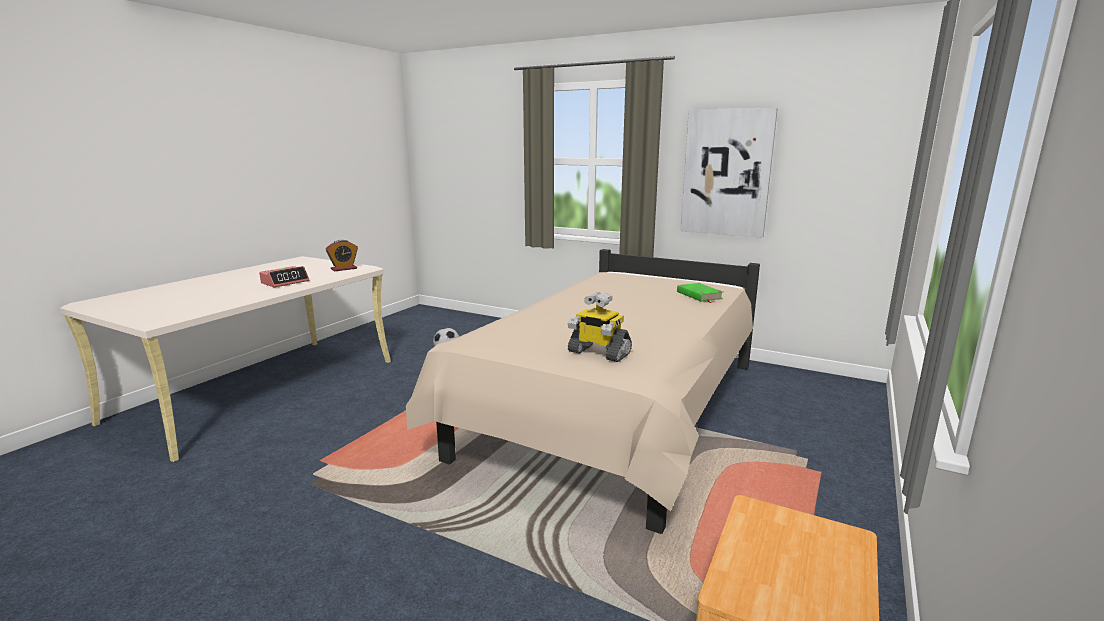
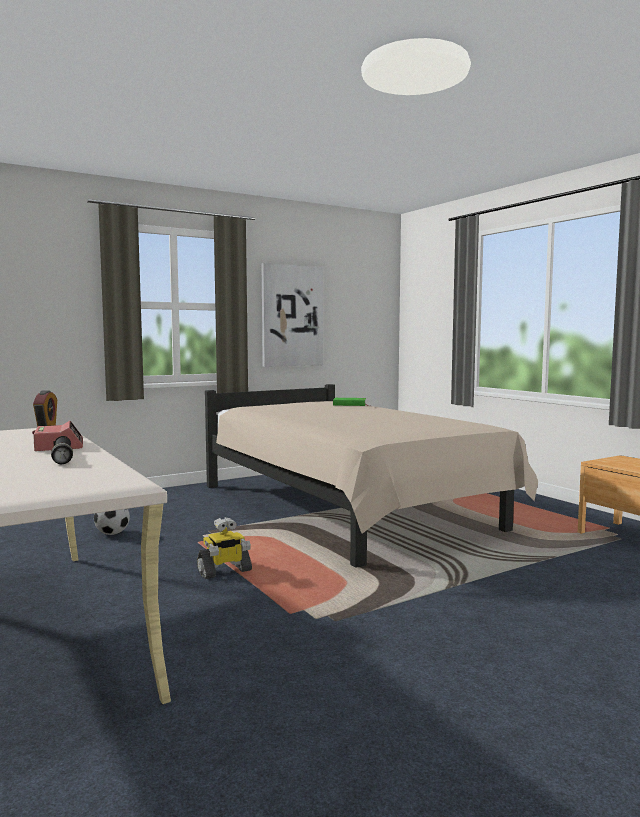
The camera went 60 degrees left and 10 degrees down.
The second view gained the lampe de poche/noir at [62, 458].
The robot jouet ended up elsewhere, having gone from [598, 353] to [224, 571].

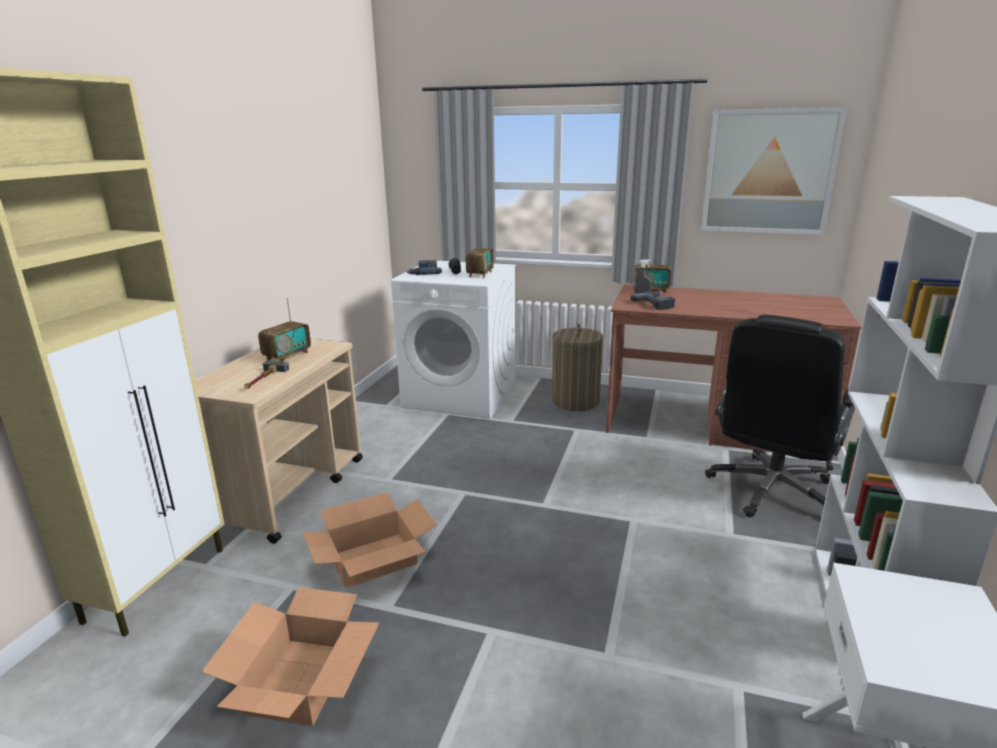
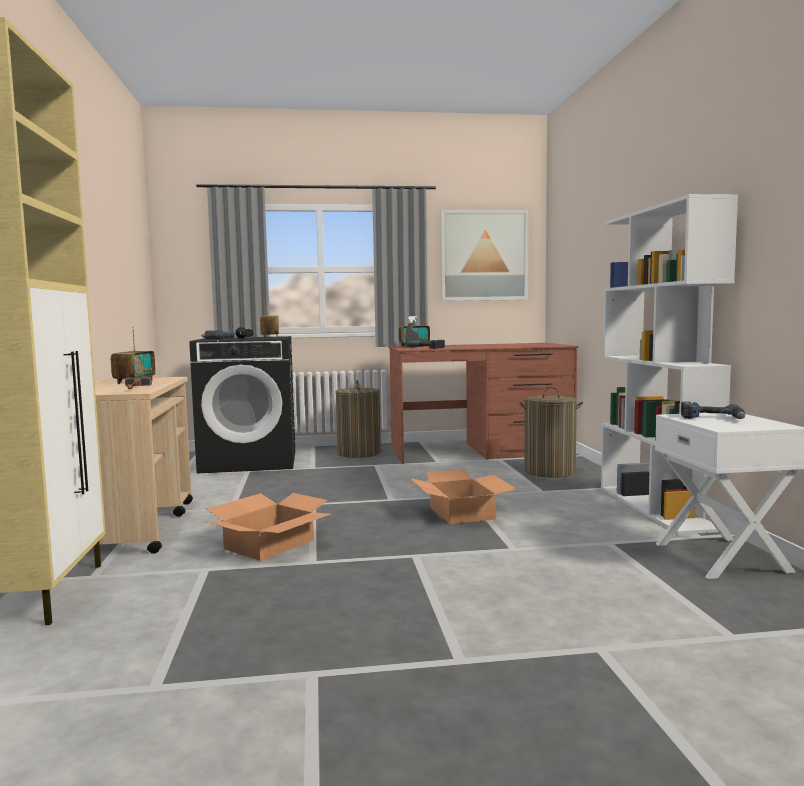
The camera went 25 degrees left and 15 degrees down.
The second view gained the perceuse at [712, 418].
The carton ended up elsewhere, having gone from [300, 680] to [462, 512].
Where the chaise de bureau/noir stood at [771, 491], the panier à linge came to stand at [549, 471].
What was the lave-linge/blanc at [461, 395] turned into the lave-linge/noir at [250, 461].

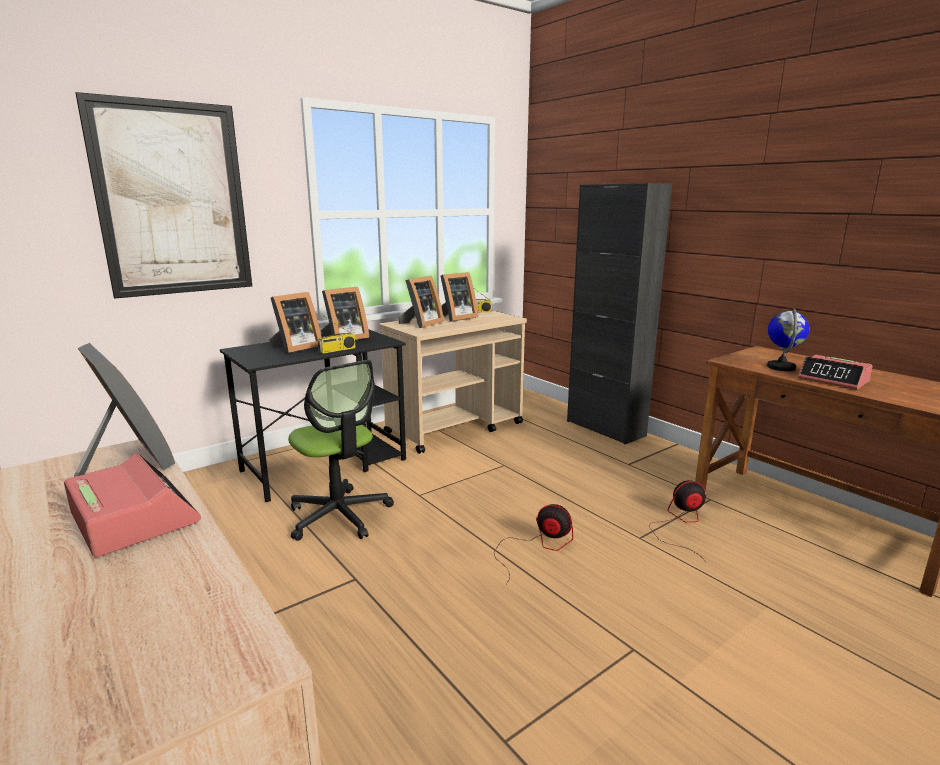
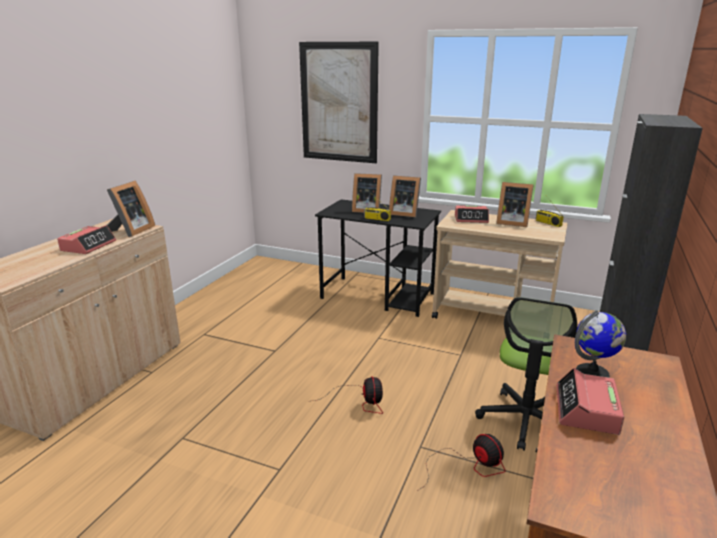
The camera went 60 degrees right and 5 degrees up.
The chaise de bureau ended up elsewhere, having gone from [339, 515] to [525, 420].
Where the cadre photo stood at [421, 324], the réveil came to stand at [471, 219].

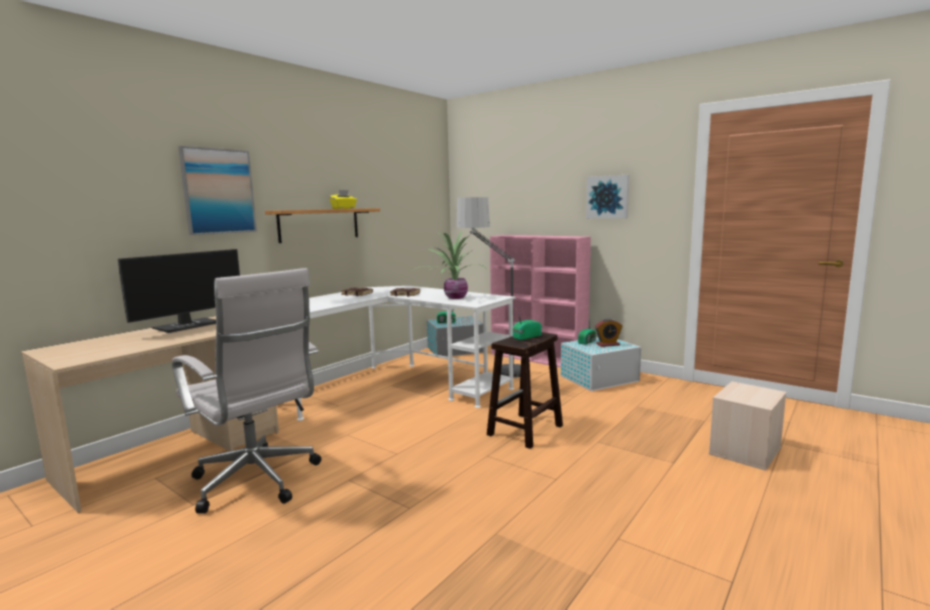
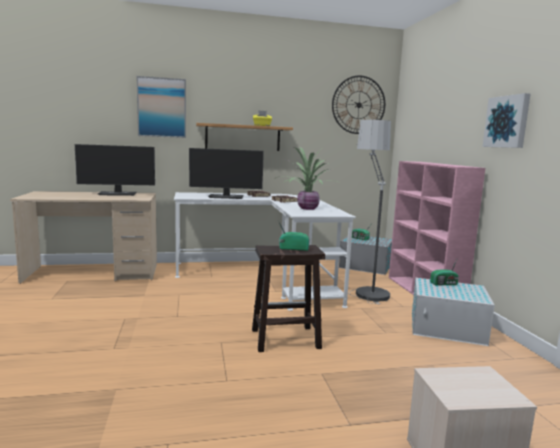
The camera went 40 degrees right and 0 degrees up.
The second view lost the chaise de bureau/blanc at [258, 482].
The second view lost the réveil at [608, 344].
The second view gained the écran d'ordinateur at [227, 197].
The second view gained the horloge murale at [358, 105].

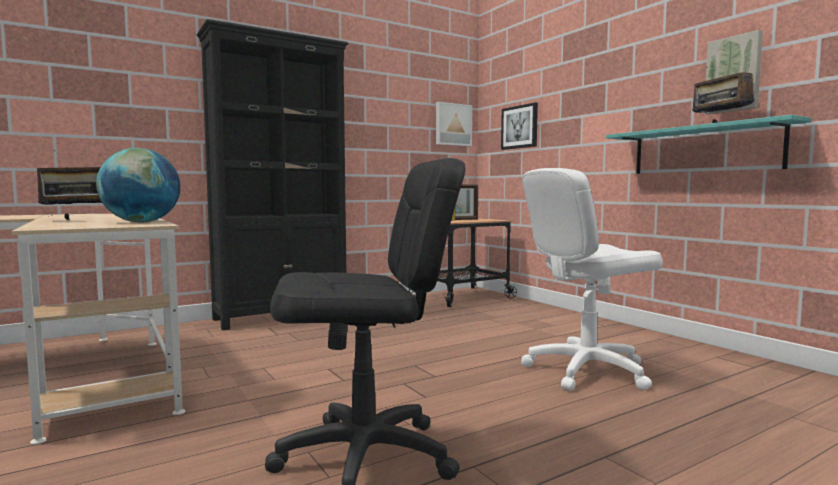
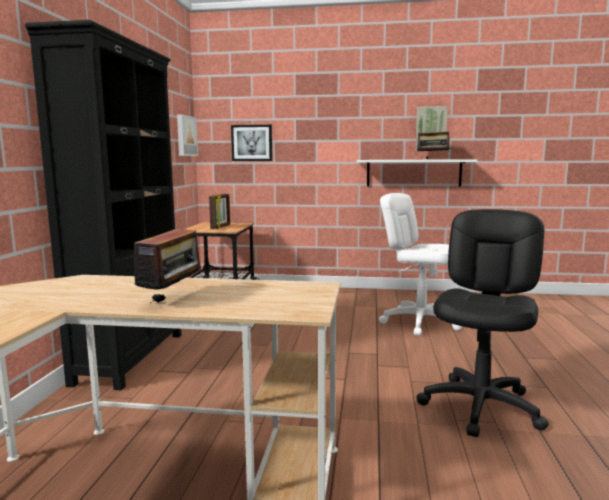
The camera went 50 degrees left and 5 degrees up.
The second view lost the globe at [141, 222].
What was the étagère/turquoise at [704, 150] turned into the étagère/blanc at [413, 173].
The chaise de bureau/blanc at [586, 371] ended up facing another way, 105 degrees clockwise from before.

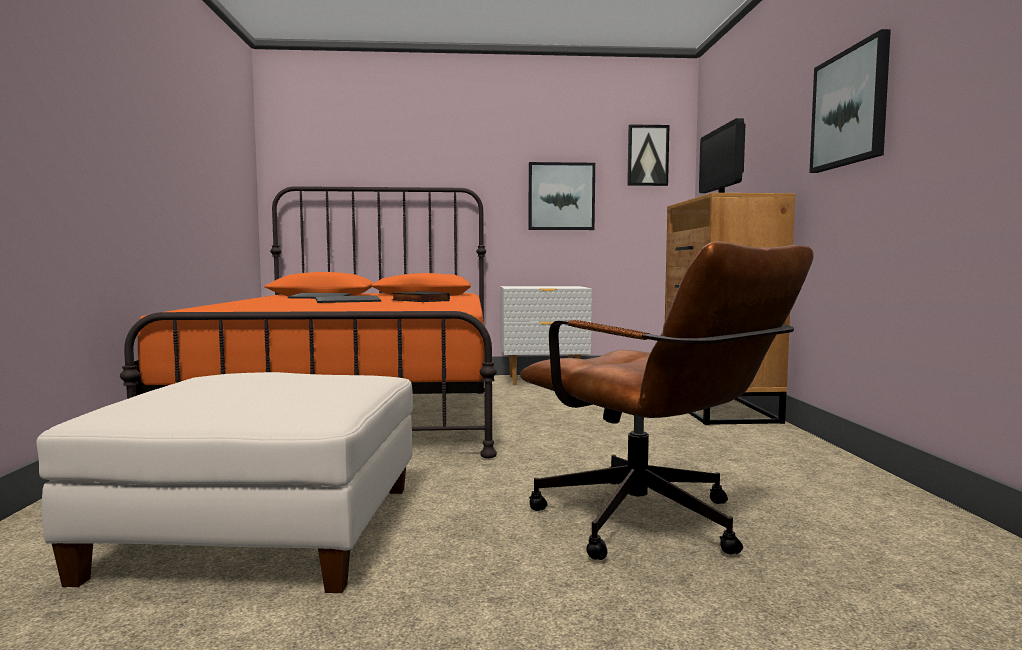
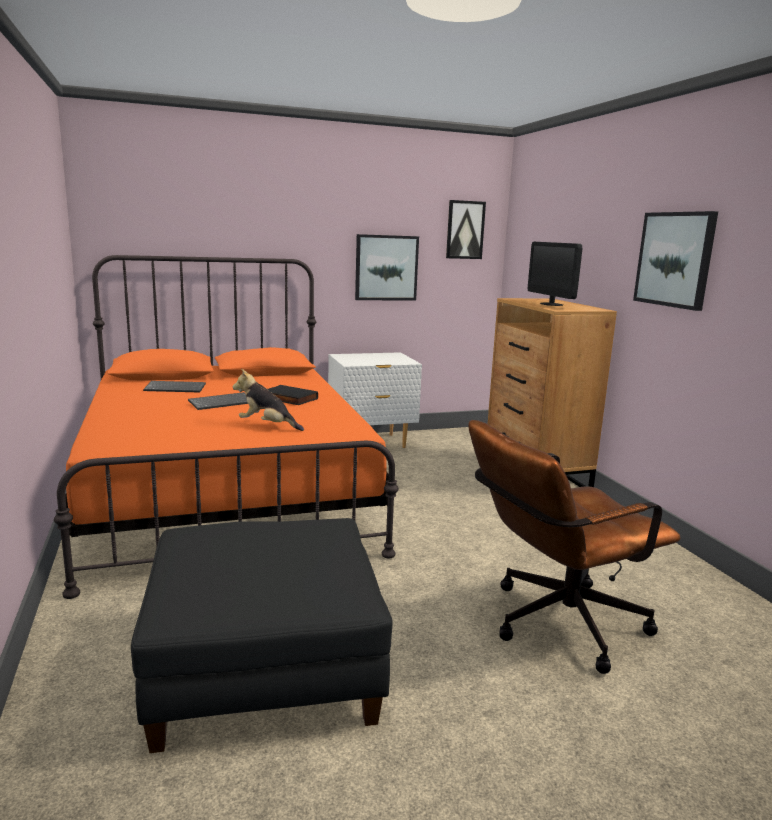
The camera went 15 degrees left and 10 degrees up.
The second view gained the peluche at [267, 426].
What was the pouf/blanc at [265, 529] turned into the pouf/noir at [265, 665].
The chaise de bureau/marron at [654, 526] ended up facing another way, 120 degrees clockwise from before.

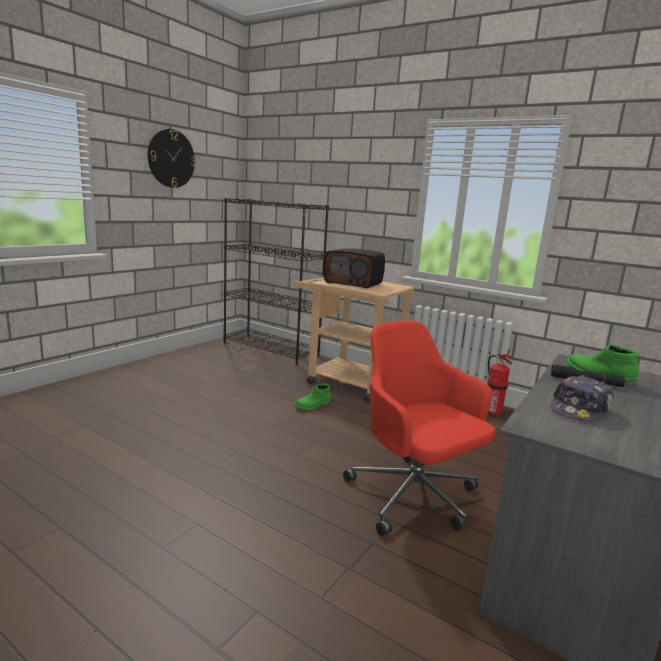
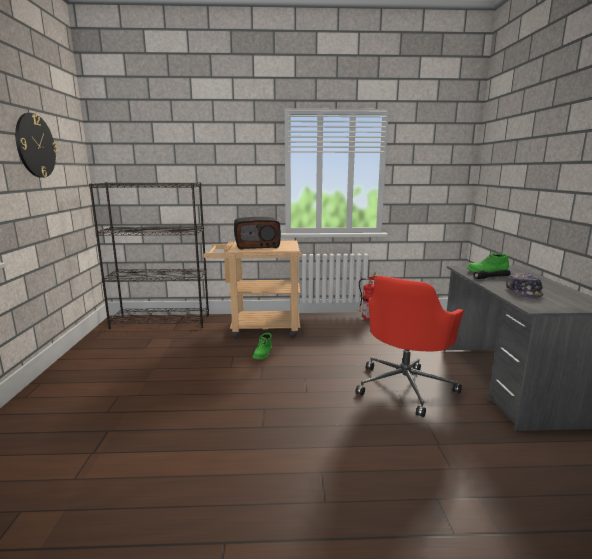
The camera went 35 degrees left and 0 degrees up.
The chaise de bureau/rouge at [414, 497] ended up facing another way, 75 degrees counterclockwise from before.

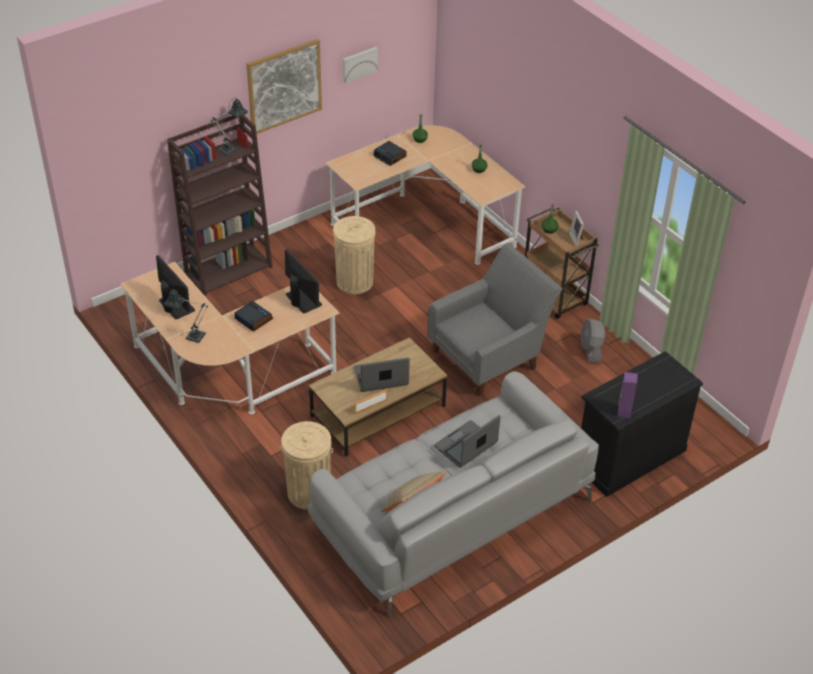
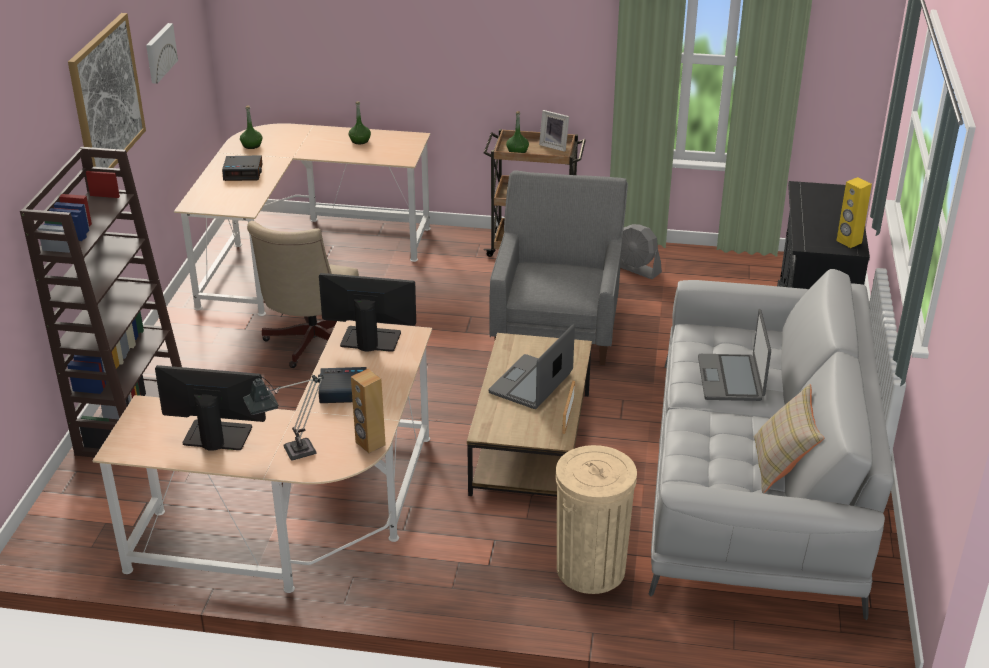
The camera went 45 degrees left and 10 degrees down.
The second view lost the lampe de table at [230, 148].
The second view gained the enceinte/marron at [370, 444].
Where the poubelle/beige stood at [354, 282], the chaise de bureau/beige came to stand at [310, 345].
What was the enceinte/violet at [623, 412] turned into the enceinte/jaune at [848, 242].

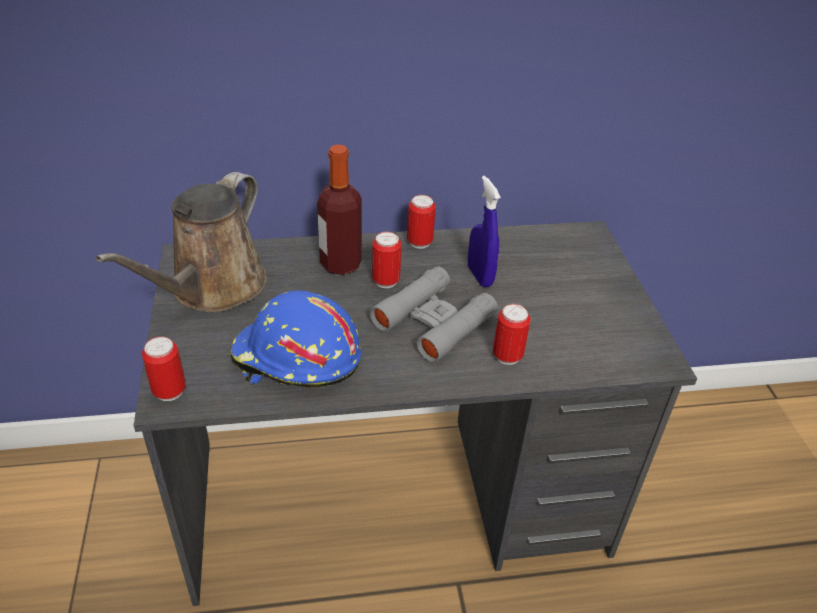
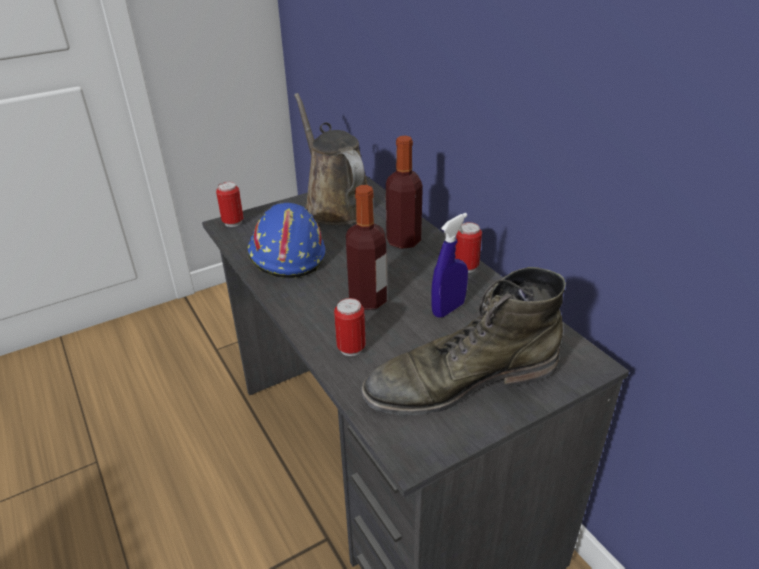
The camera went 70 degrees right and 5 degrees down.
The second view lost the boîte métallique at [386, 281].
The second view gained the botte/vert at [460, 380].
Where the jumelles/gris stood at [433, 321], the bouteille came to stand at [367, 300].
The arrosoir/marron at [213, 289] ended up facing another way, 60 degrees clockwise from before.

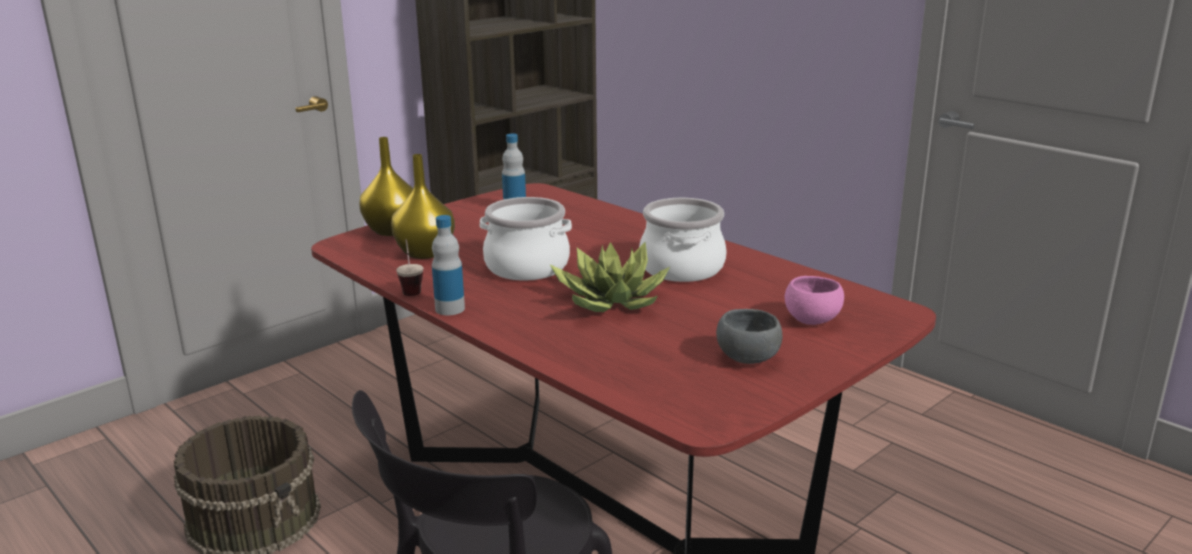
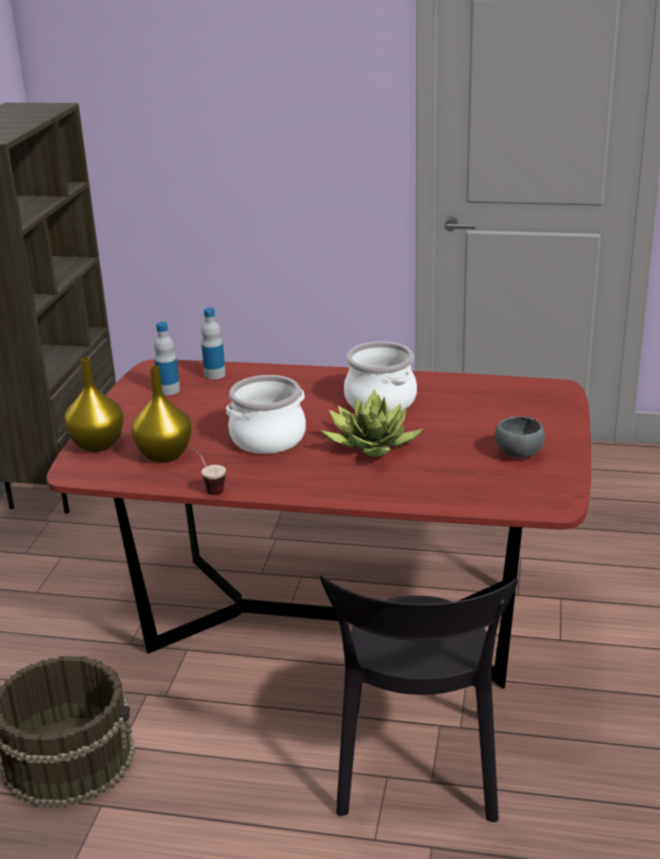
The camera went 35 degrees left and 5 degrees up.
The second view lost the bol/rose at [812, 320].
The bouteille ended up elsewhere, having gone from [450, 309] to [214, 375].

